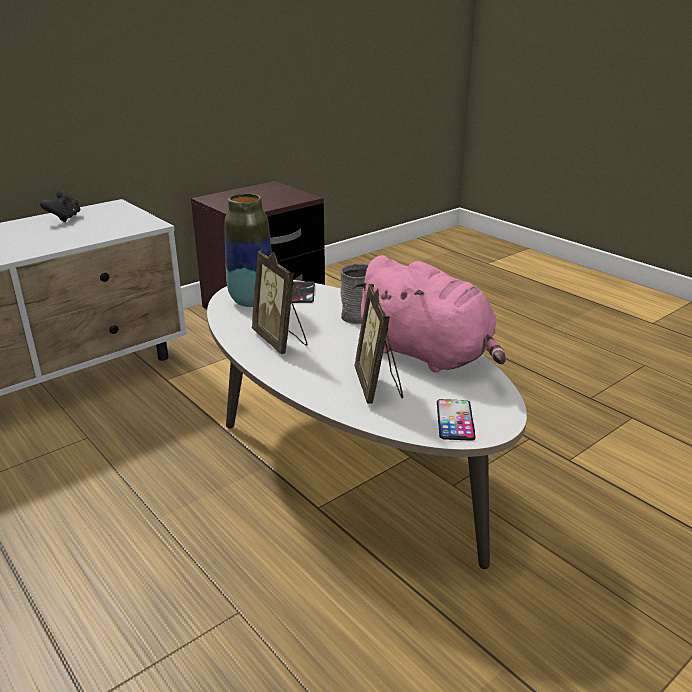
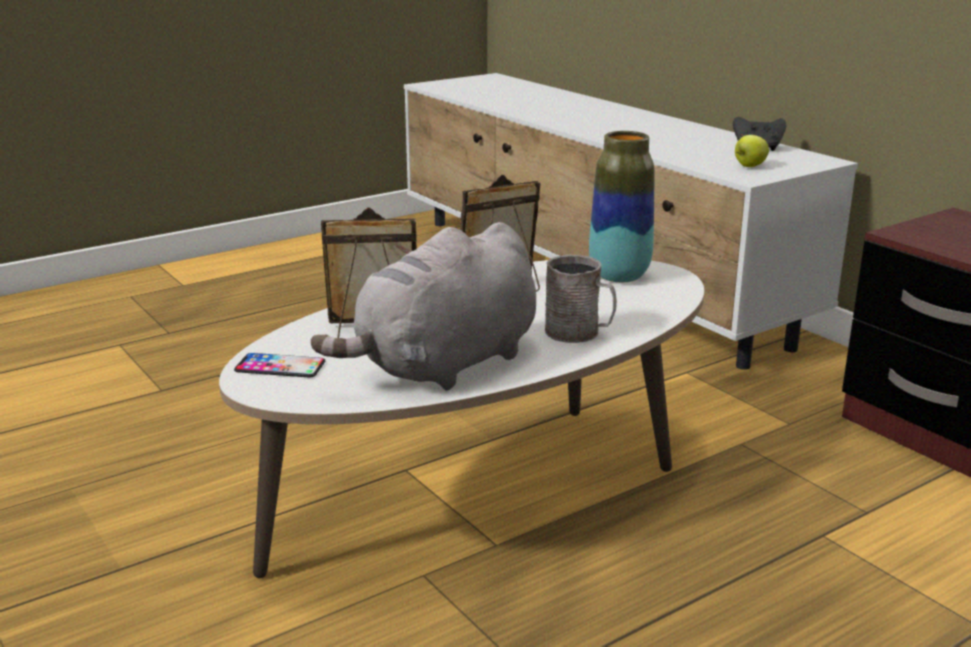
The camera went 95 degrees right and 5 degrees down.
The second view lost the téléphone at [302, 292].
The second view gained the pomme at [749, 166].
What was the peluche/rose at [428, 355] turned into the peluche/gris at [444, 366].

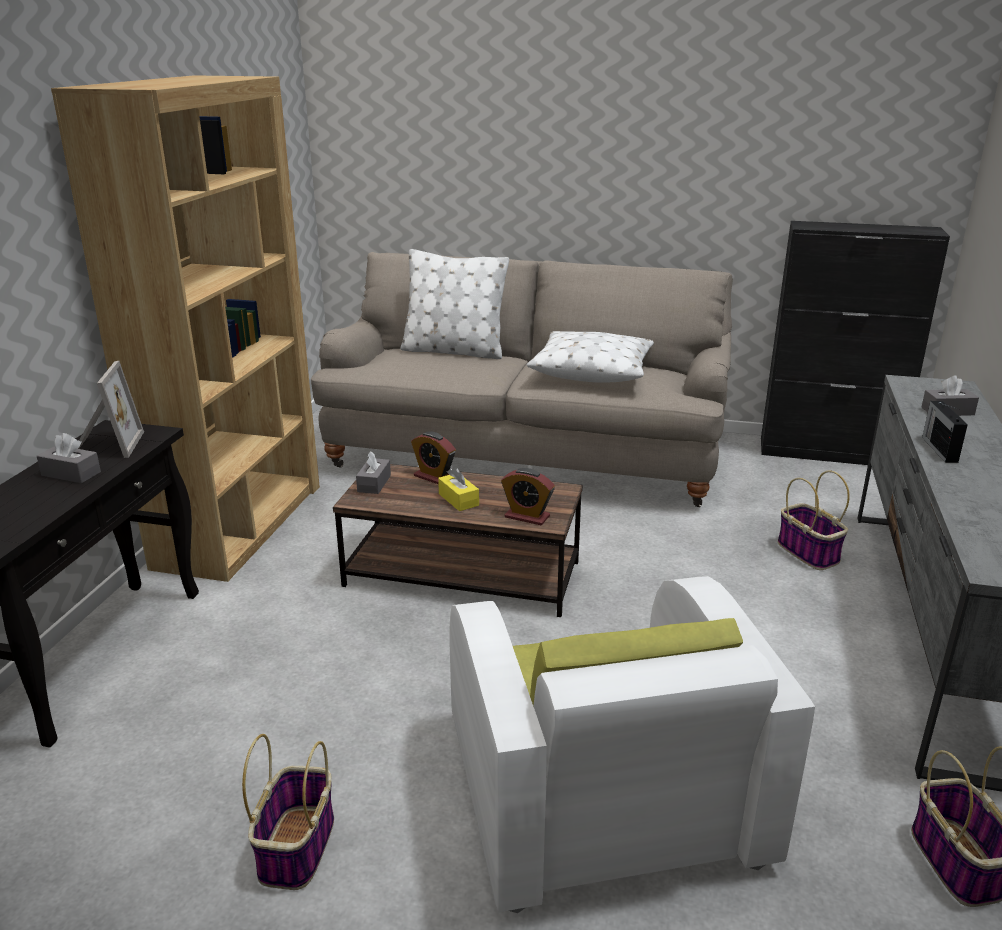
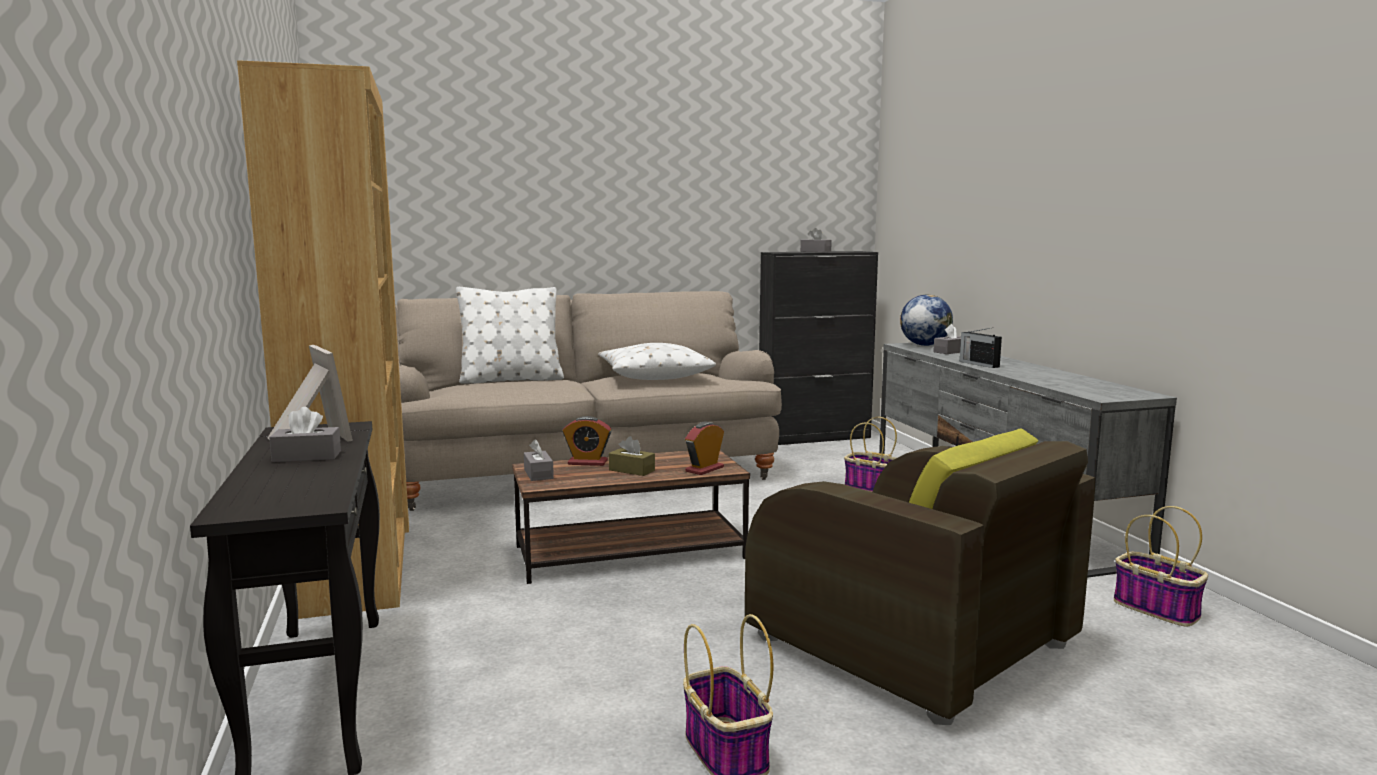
The camera went 30 degrees left and 15 degrees down.
The second view gained the boîte à mouchoirs/gris at [815, 251].
The second view gained the globe at [924, 345].
What was the boîte à mouchoirs/jaune at [458, 500] turned into the boîte à mouchoirs/marron at [631, 470].
What was the fauteuil/blanc at [600, 792] turned into the fauteuil/marron at [912, 643].
The réveil at [527, 516] ended up facing another way, 135 degrees clockwise from before.

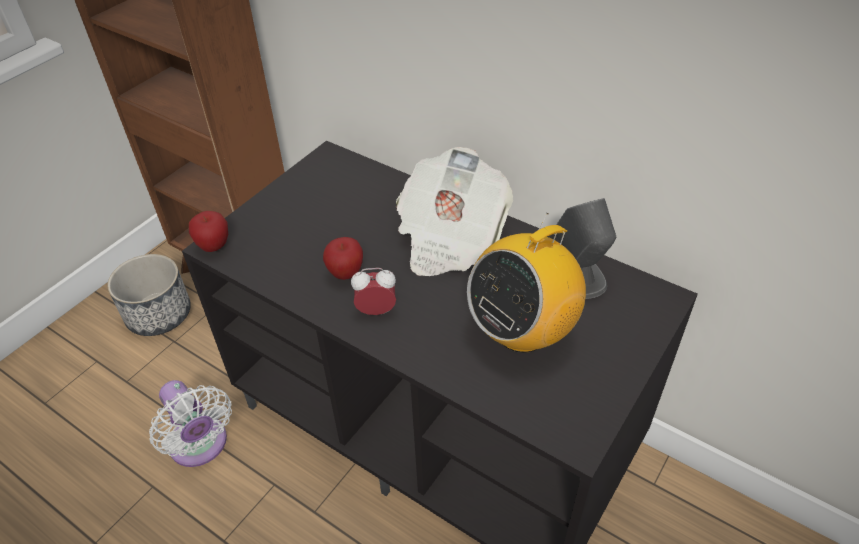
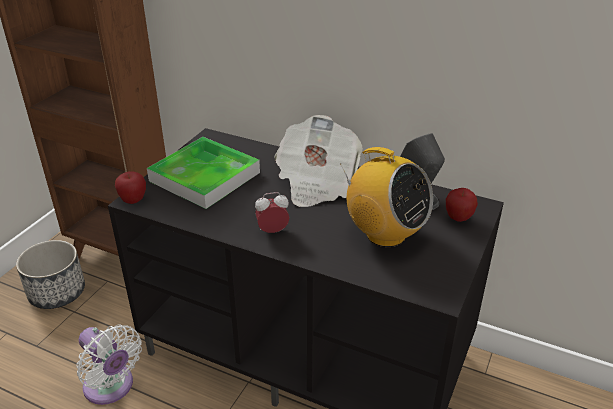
The camera went 10 degrees left and 10 degrees down.
The second view gained the plateau at [205, 177].
The pomme ended up elsewhere, having gone from [346, 273] to [458, 218].
The radio at [522, 331] ended up facing another way, 90 degrees counterclockwise from before.

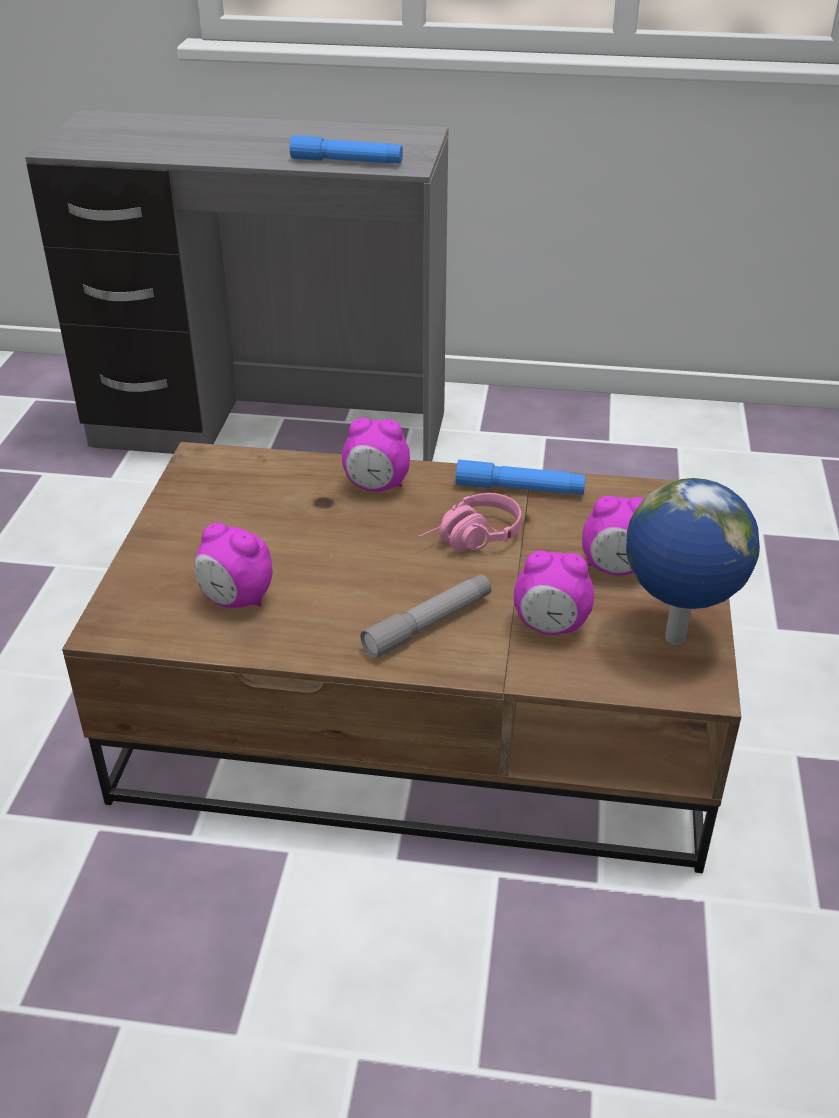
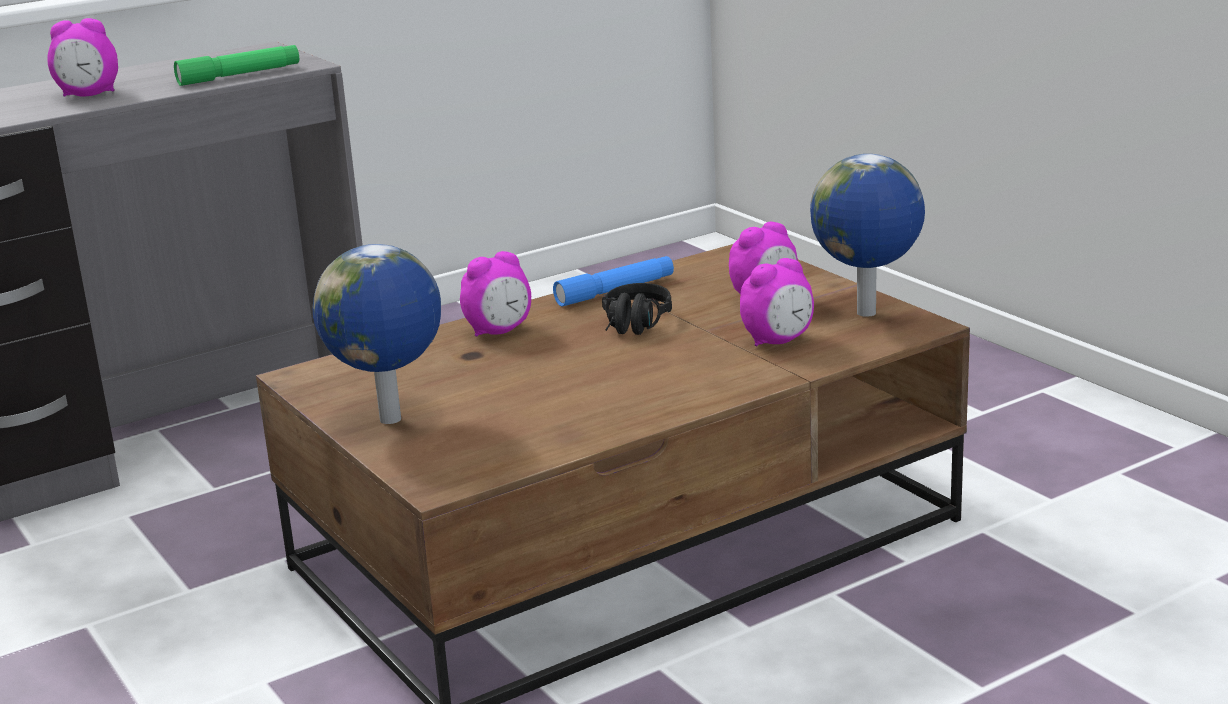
The camera went 40 degrees left and 15 degrees down.
The second view lost the lampe de poche/gris at [428, 624].
The second view gained the globe at [392, 420].
The réveil ended up elsewhere, having gone from [236, 600] to [89, 95].
What was the lampe de poche/bleu at [346, 161] turned into the lampe de poche/vert at [239, 75].
What was the casque audio/rose at [471, 540] turned into the casque audio/noir at [634, 327].

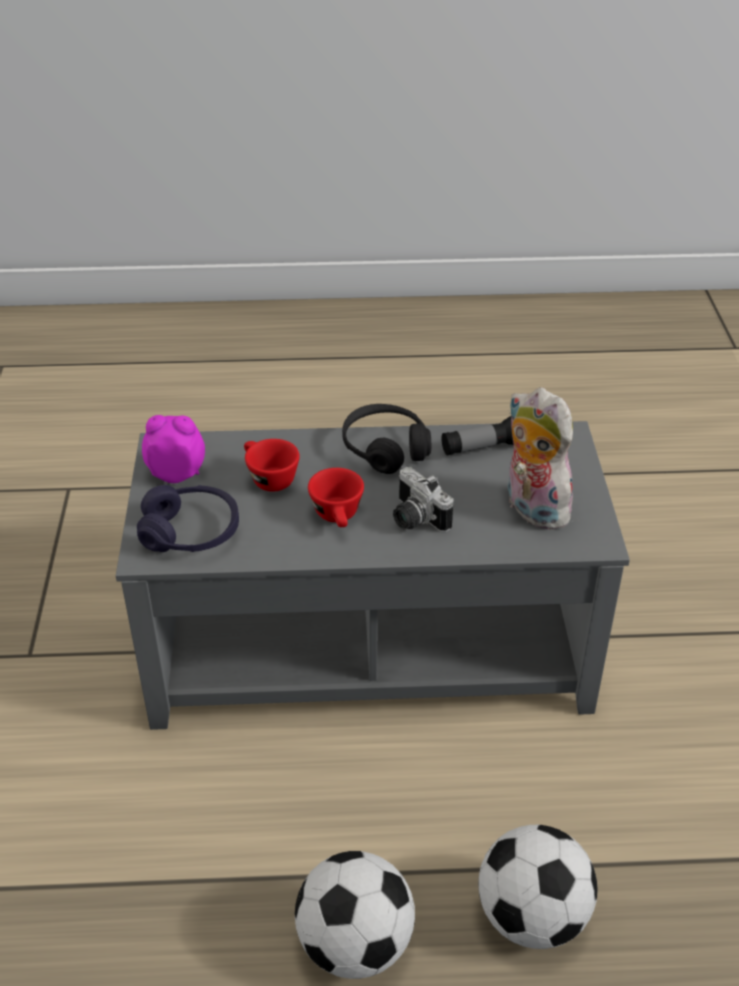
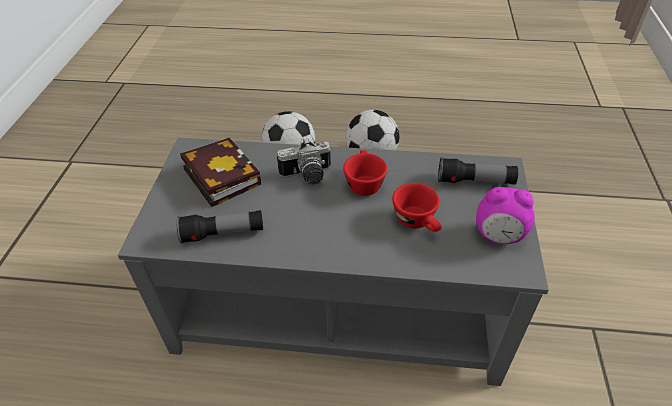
The camera went 170 degrees left and 5 degrees up.
The second view lost the casque audio/noir at [385, 449].
Where the casque audio/violet stood at [190, 532], the lampe de poche came to stand at [475, 181].
Where the peluche stood at [531, 509], the livre came to stand at [219, 175].
The appareil photo at [414, 519] ended up facing another way, 105 degrees clockwise from before.

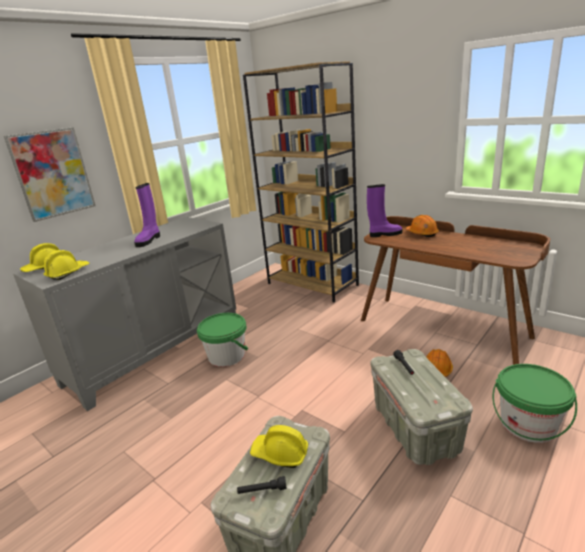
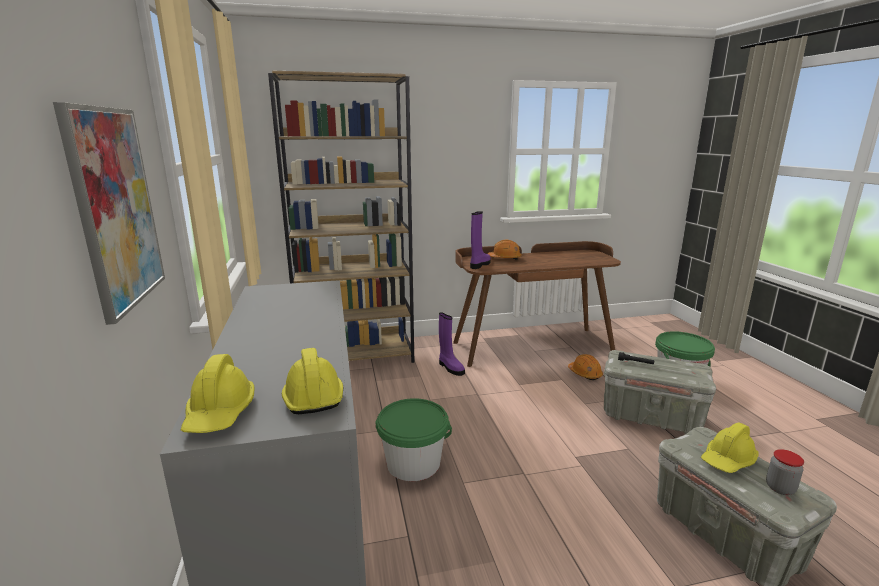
The camera went 55 degrees left and 5 degrees down.
The botte/violet ended up elsewhere, having gone from [149, 240] to [450, 368].
Where the lampe de poche/noir stood at [262, 490], the bocal came to stand at [780, 488].

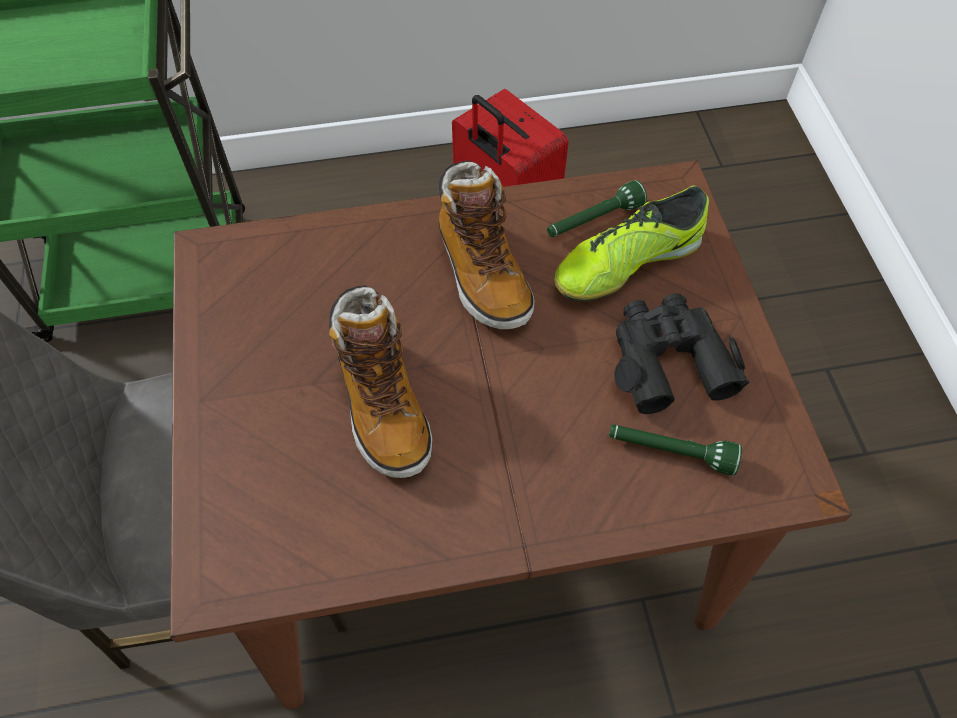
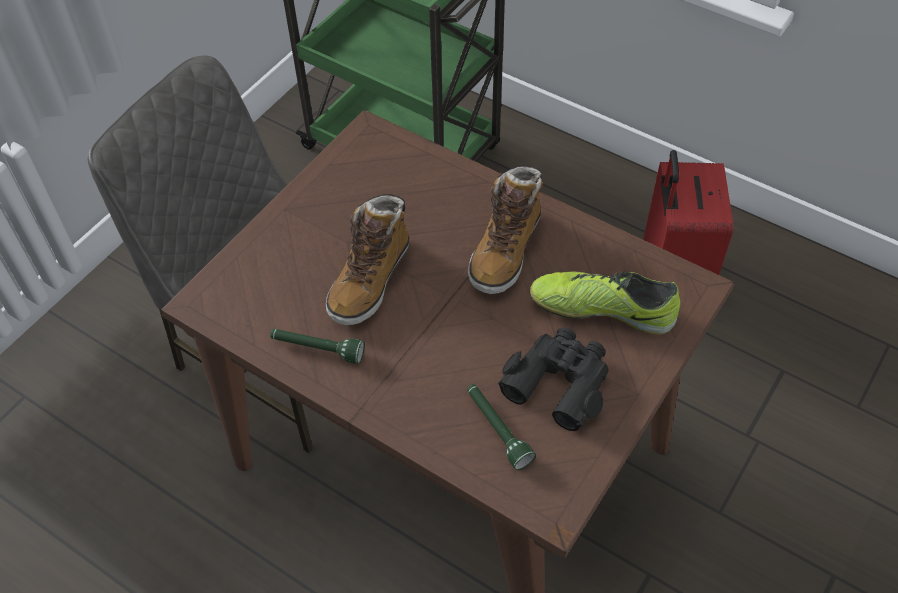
The camera went 45 degrees right and 5 degrees down.
The lampe de poche/vert ended up elsewhere, having gone from [593, 220] to [317, 349].

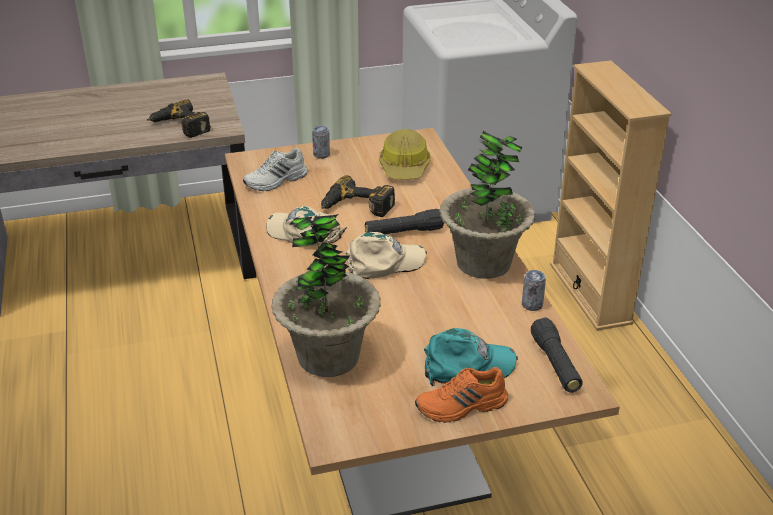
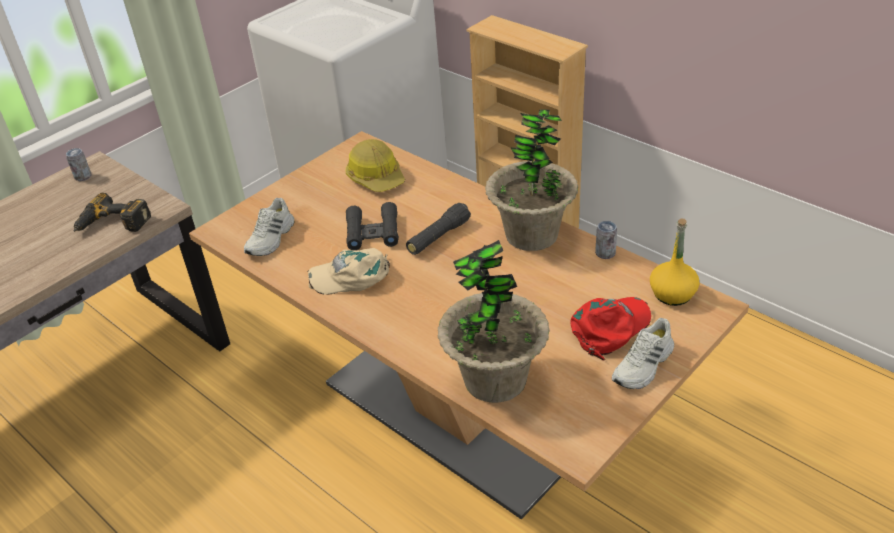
The camera went 30 degrees left and 5 degrees up.
The second view lost the casquette/beige at [384, 263].
The boîte métallique ended up elsewhere, having gone from [321, 155] to [83, 177].
Where the perceuse stood at [356, 207], the jumelles/noir came to stand at [372, 232].
Where the lampe de poche/noir stood at [555, 364], the bouteille/jaune came to stand at [672, 294].
What was the chaussure/orange at [462, 407] turned into the chaussure/blanc at [644, 366].
What was the casquette/turquoise at [467, 364] turned into the casquette/rouge at [610, 328].

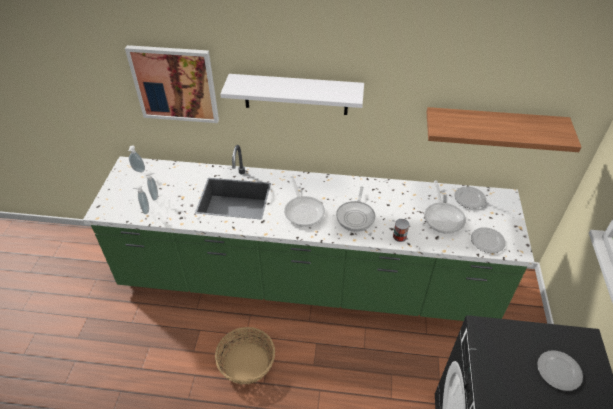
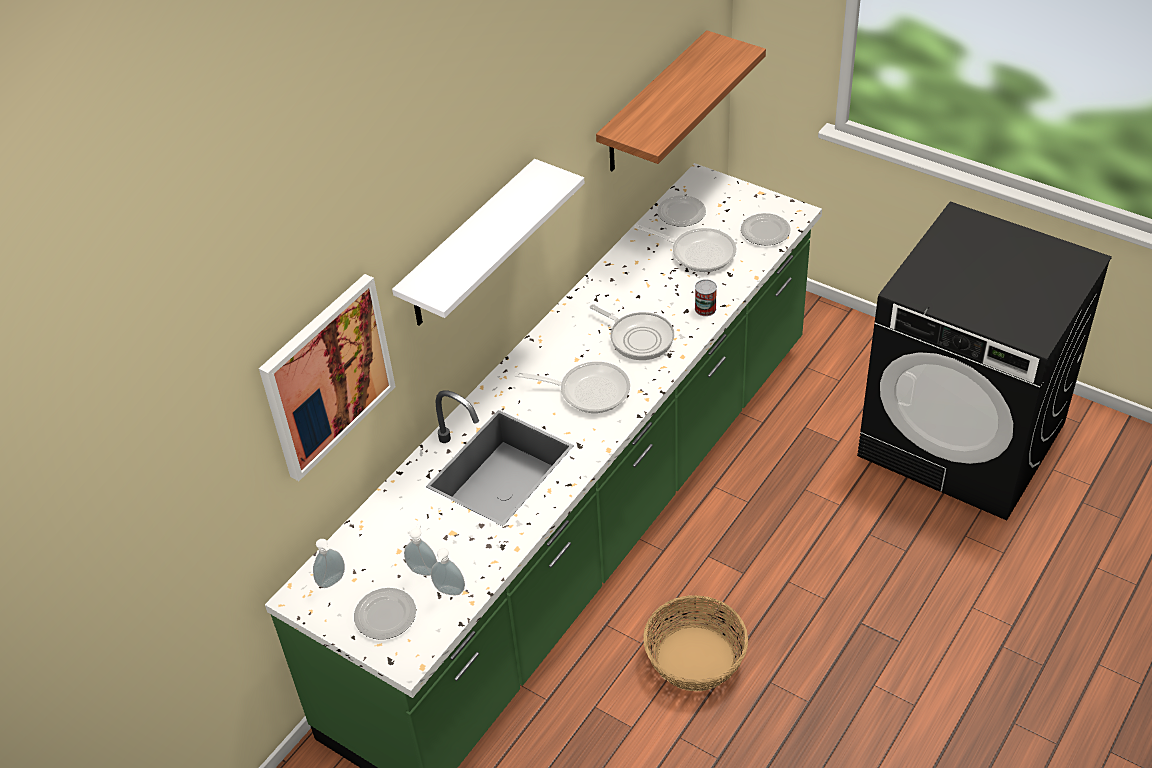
The camera went 60 degrees left and 0 degrees up.
The assiette ended up elsewhere, having gone from [558, 371] to [385, 615].

